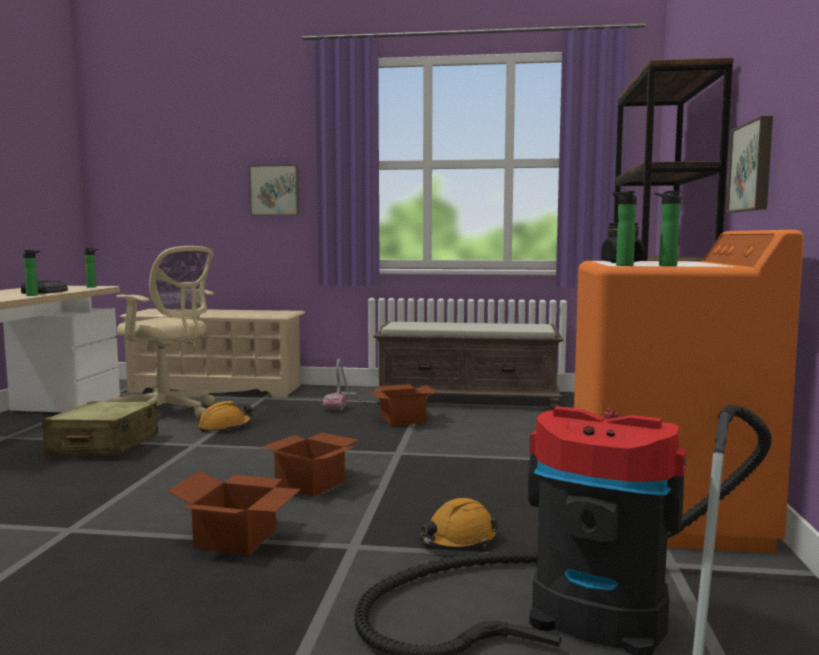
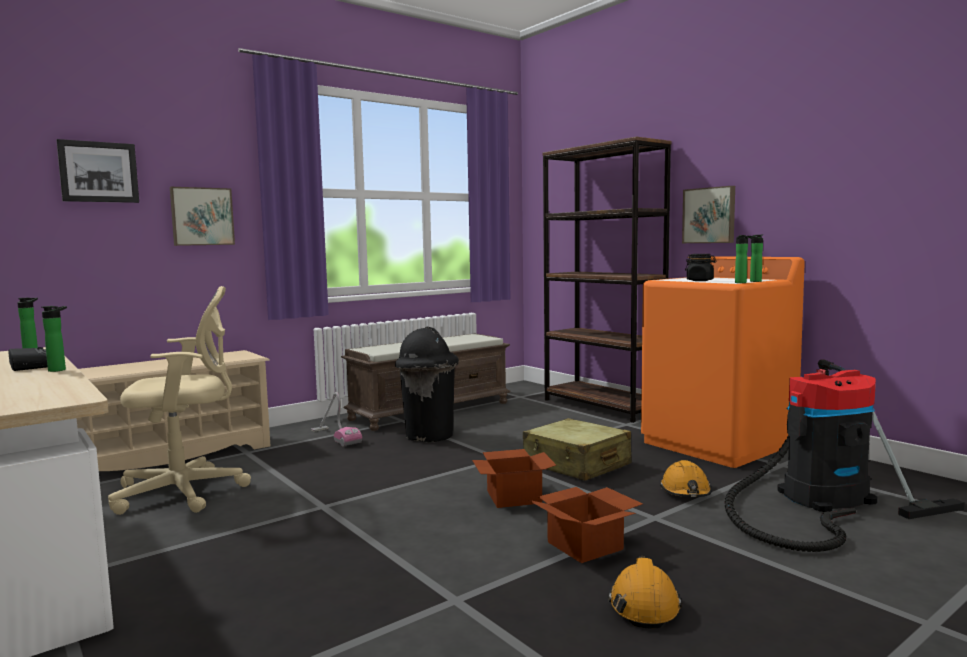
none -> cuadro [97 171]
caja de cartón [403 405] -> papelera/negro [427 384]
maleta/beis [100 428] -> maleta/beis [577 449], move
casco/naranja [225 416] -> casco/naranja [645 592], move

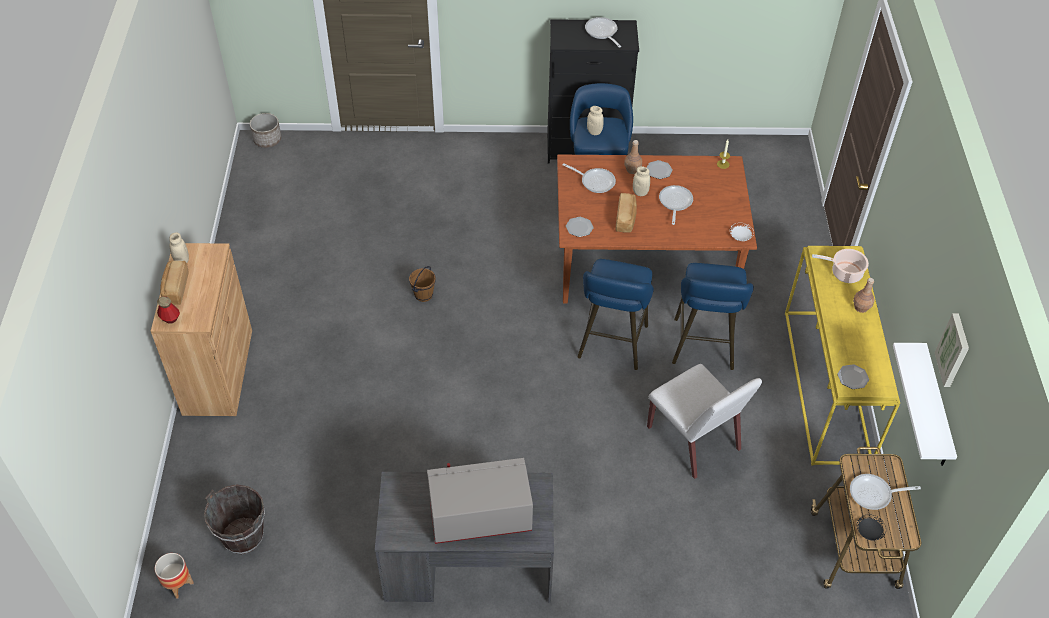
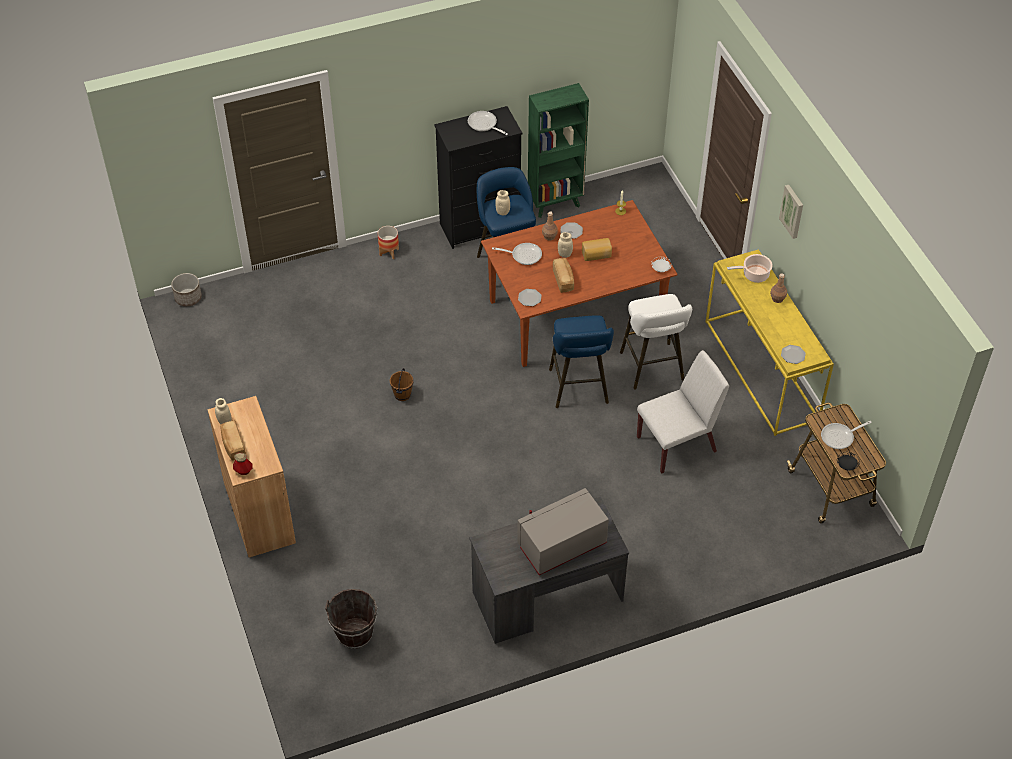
maceta [174 576] -> maceta [388 242], move
none -> estantería/verde [558 150]
sartén [676 205] -> pan [597 249]
taburete/azul [713 316] -> taburete/blanco [656 342]
silla/blanco [704 421] -> silla/blanco [683 412], 60 degrees counterclockwise
cuadro [952 350] -> cuadro [791 212], move
estante/blanco [925 404] -> none

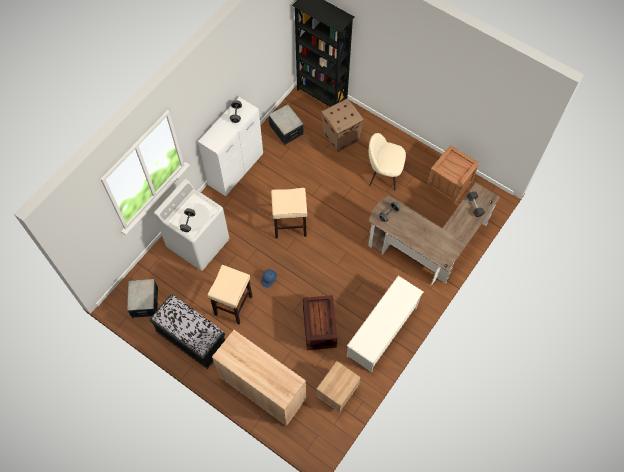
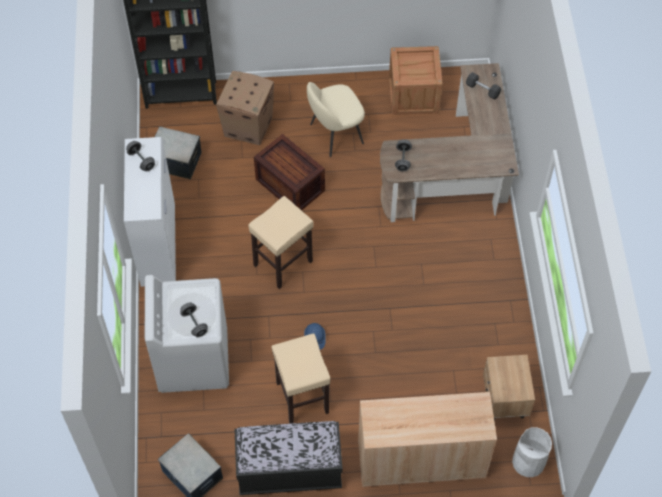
caja de embalaje [320 322] -> caja de embalaje [289 172], move
none -> papelera/blanco [532 452]
zapatero/blanco [385 324] -> none

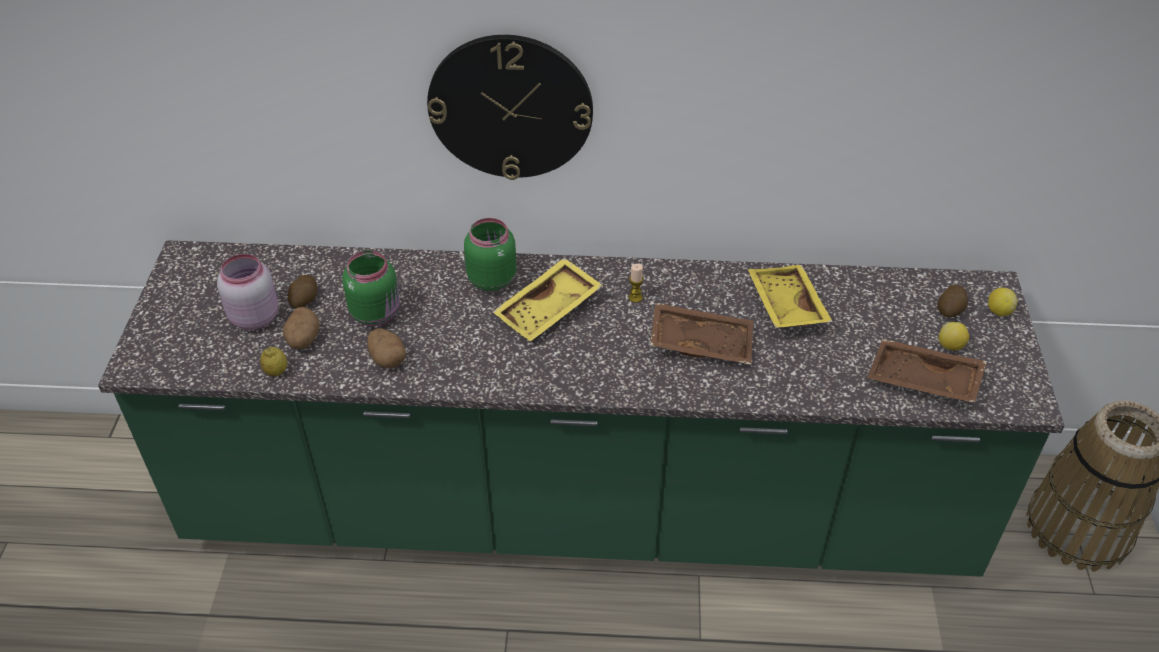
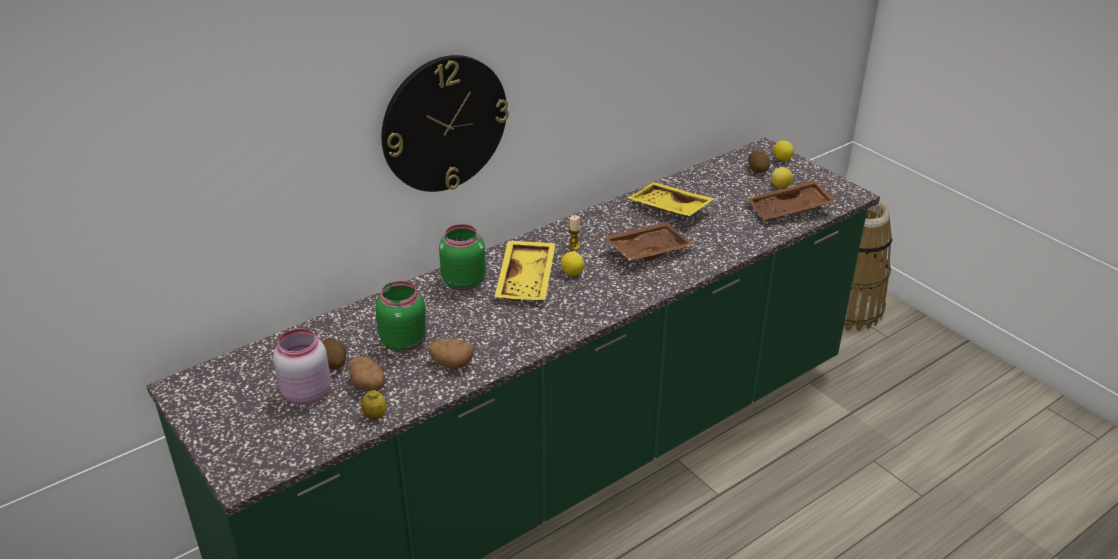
none -> limón [572 264]

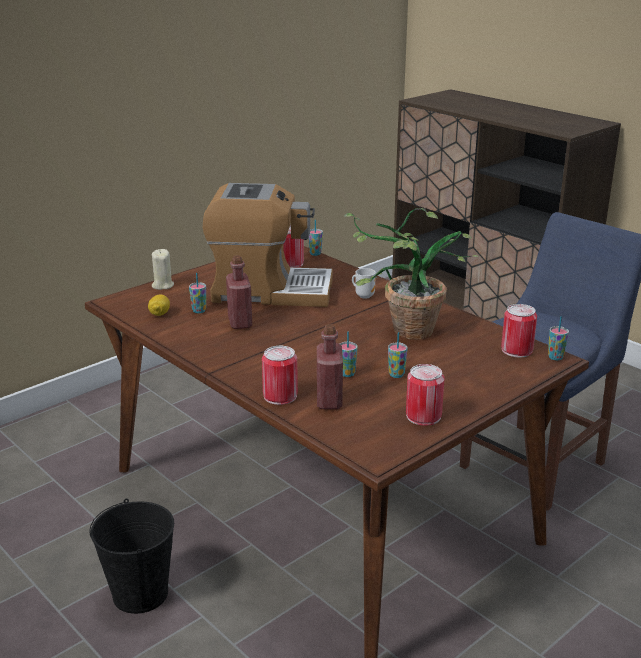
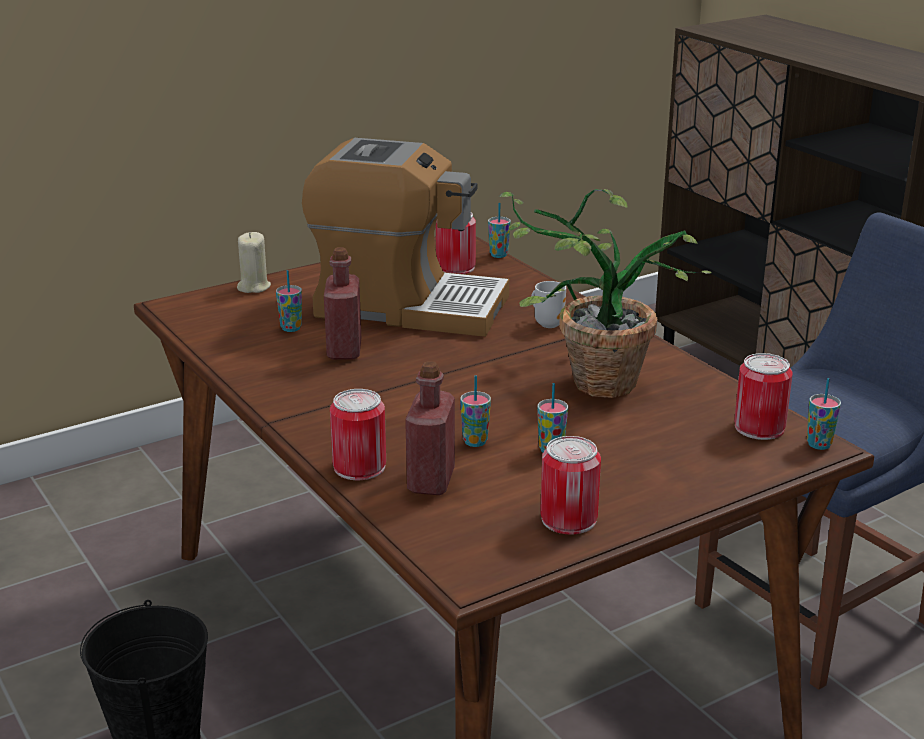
limón [159 305] -> none

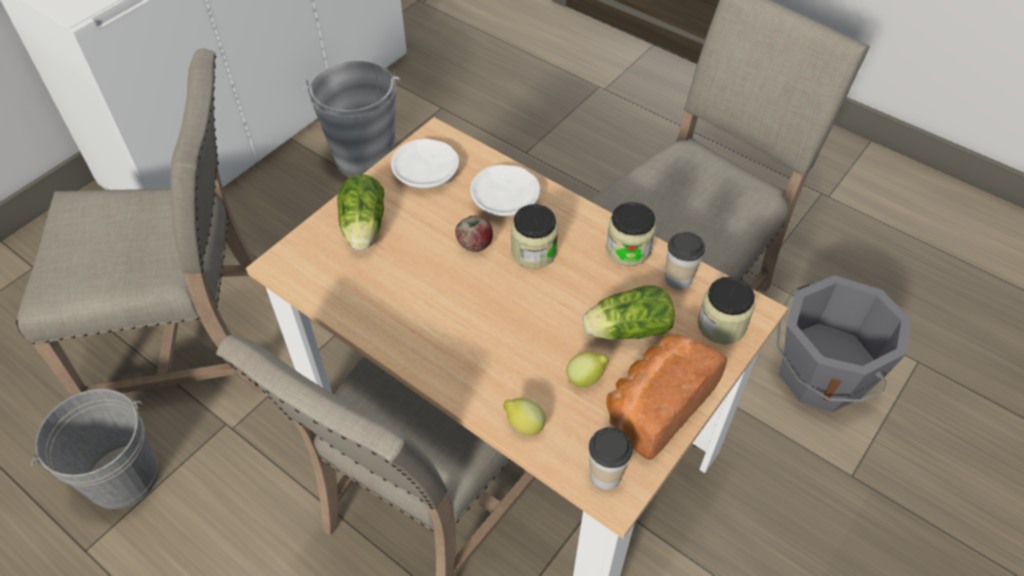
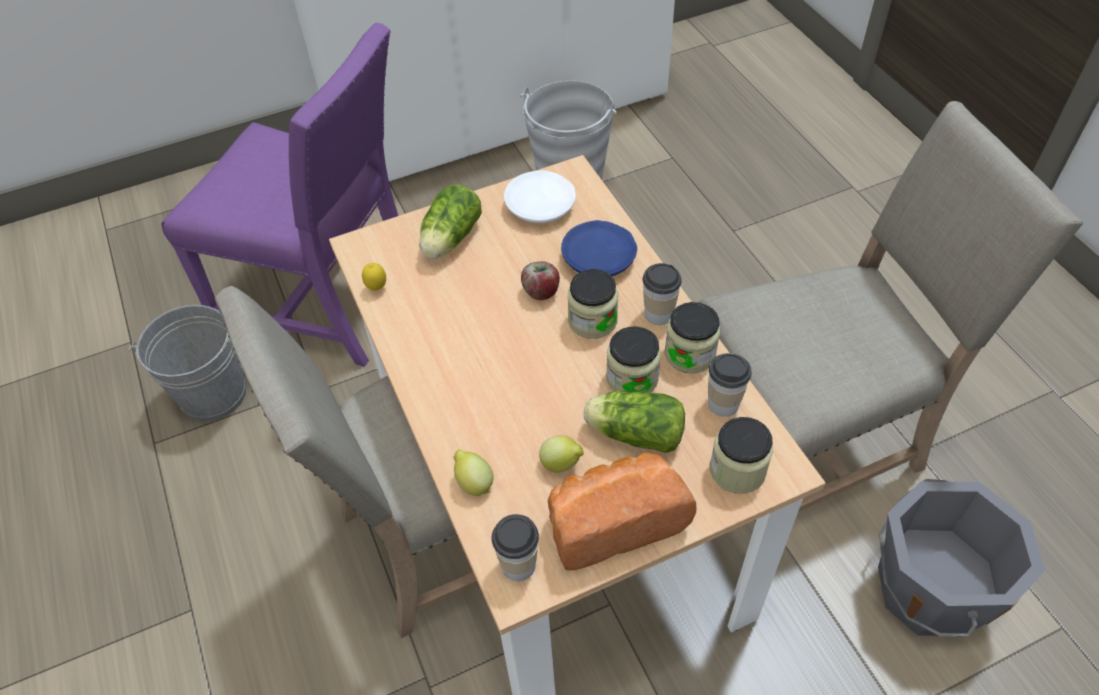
silla/beis [141 222] -> silla/morado [279 195]
none -> limón [374 276]
plato/blanco [505 190] -> plato/azul [599 248]
none -> tarro [633 359]
none -> taza [662 294]

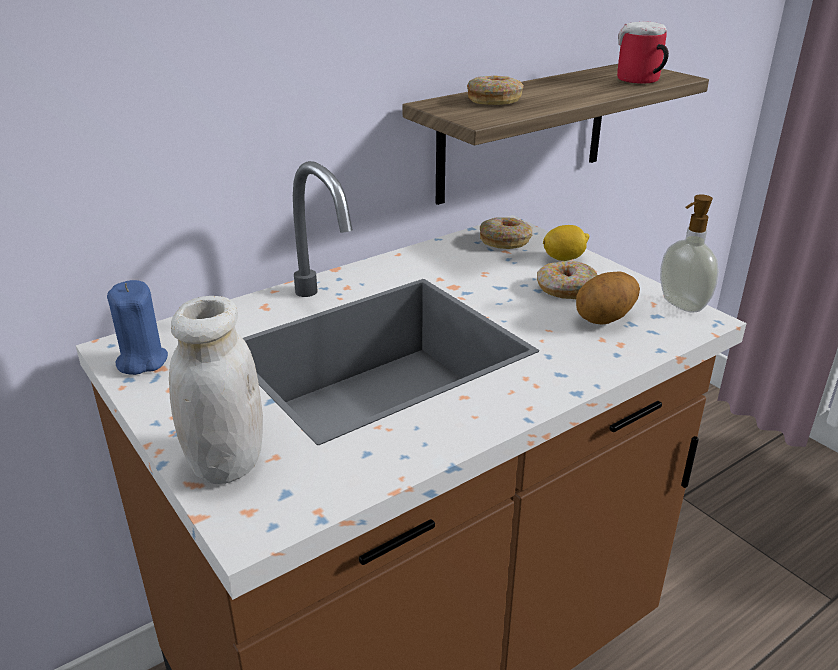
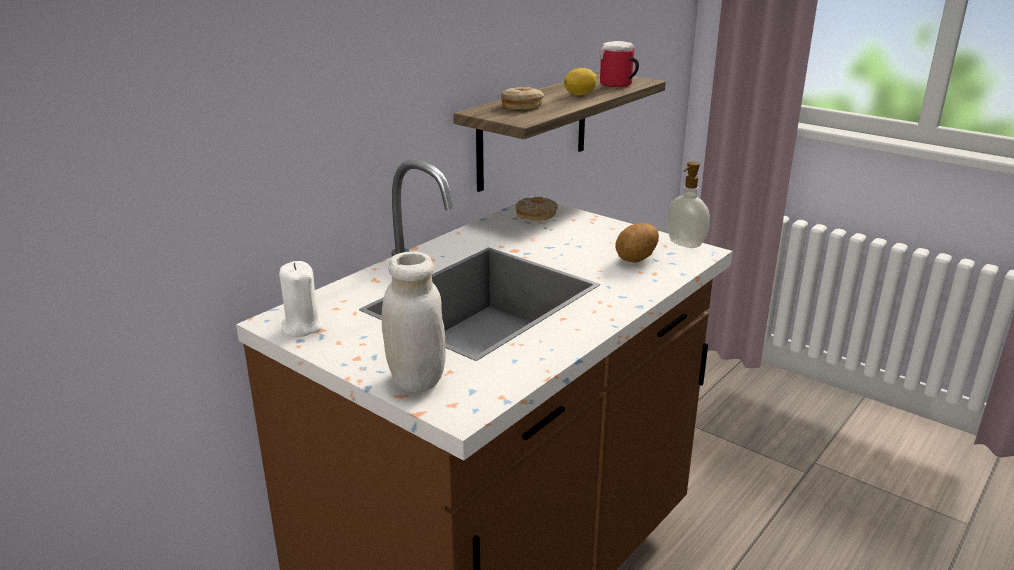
vela/azul [137 327] -> vela/blanco [300 299]
limón [566 243] -> limón [580 81], move
rosquilla [567 280] -> none

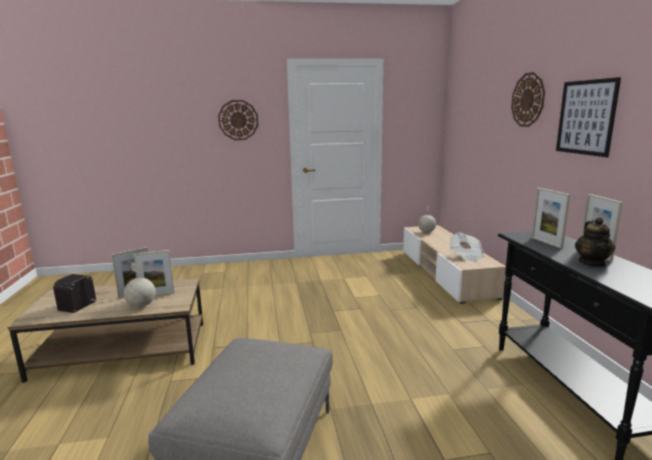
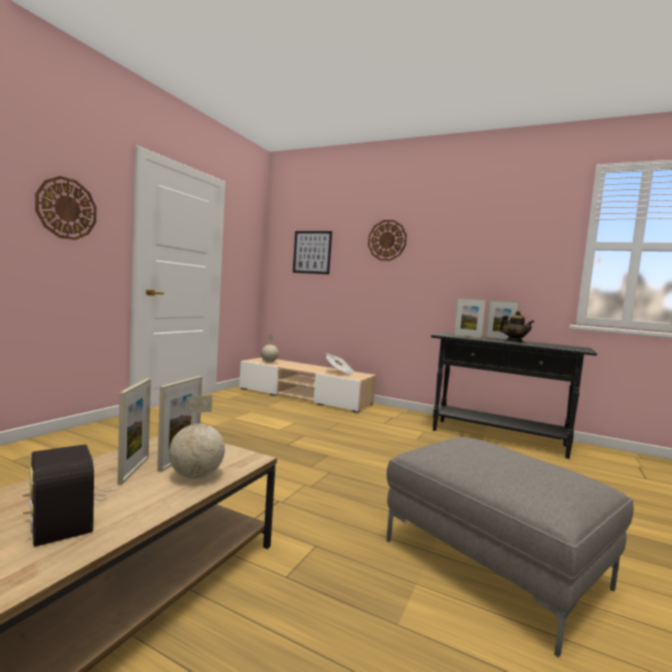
cuadro [588 117] -> cuadro [312 253], move

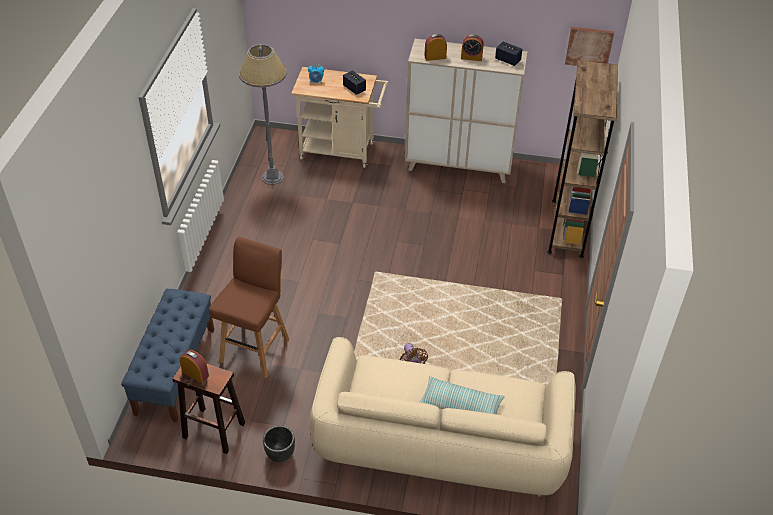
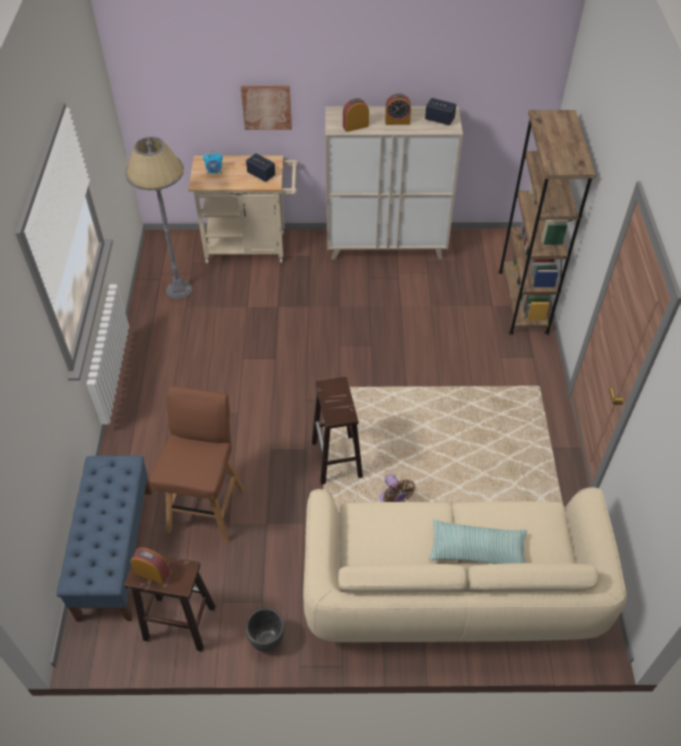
cuadro [589 46] -> cuadro [266 108], move
none -> taburete/marrón [337 431]

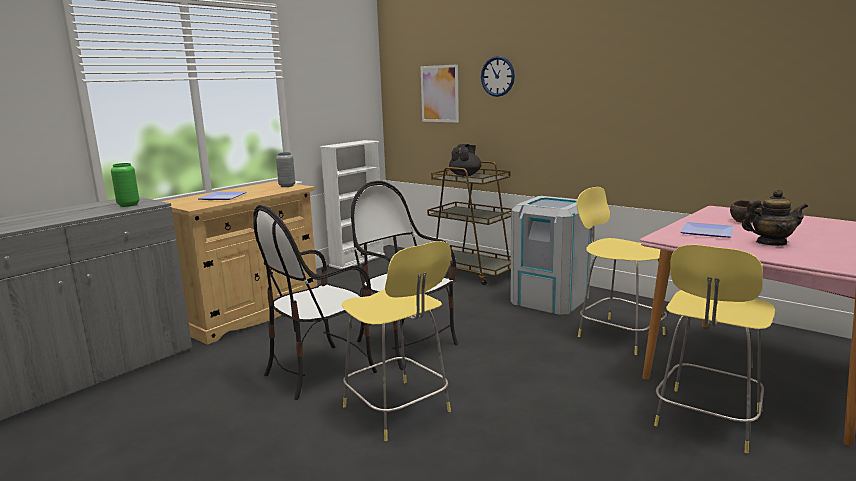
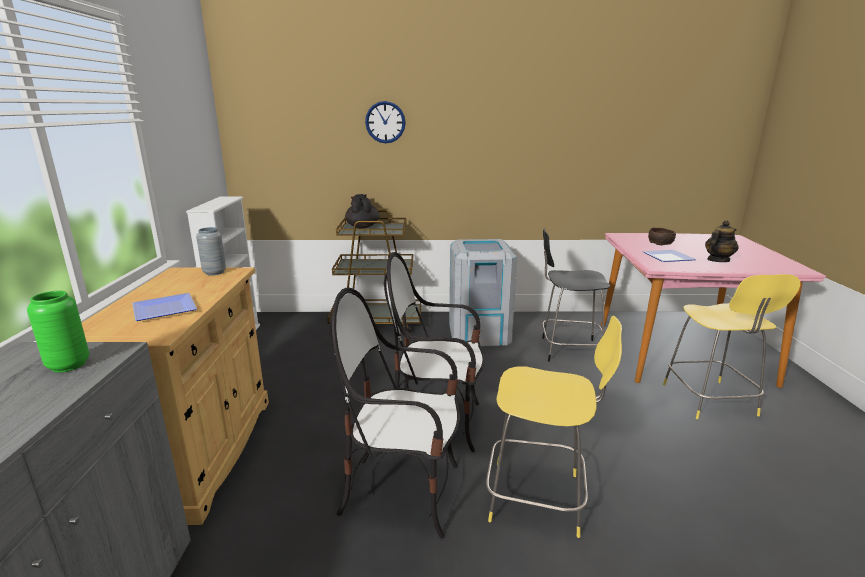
silla [315 302] -> silla [394 413], 90 degrees clockwise
taburete/amarillo [622 271] -> taburete/negro [576 295]
cuadro [439 93] -> none

